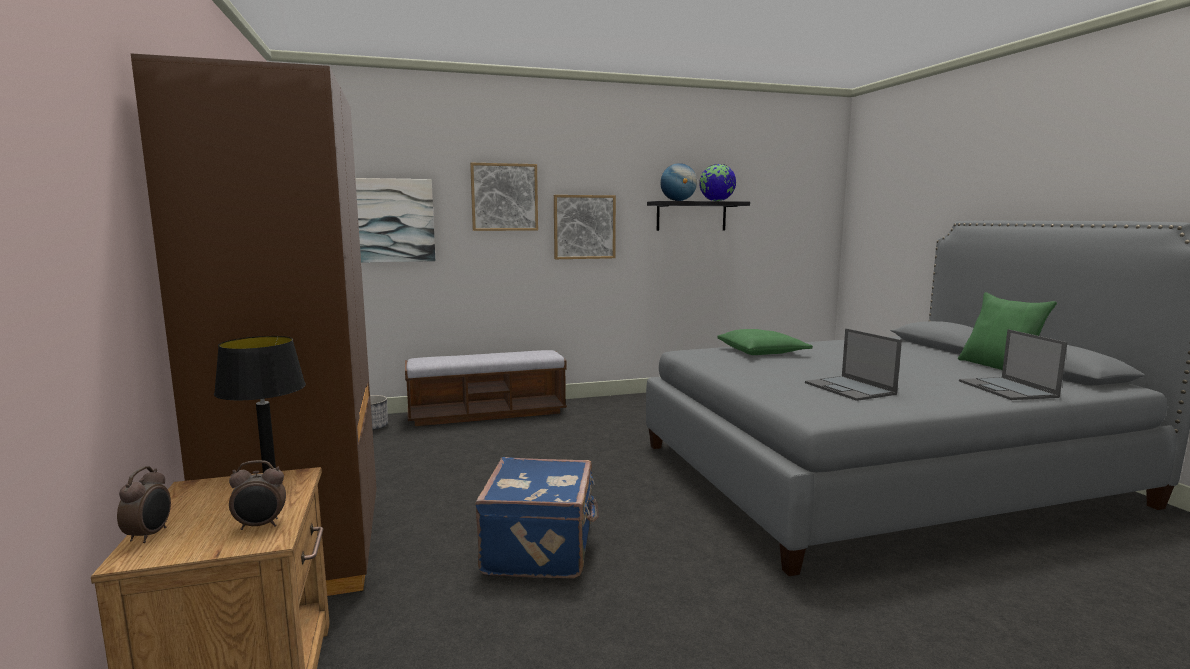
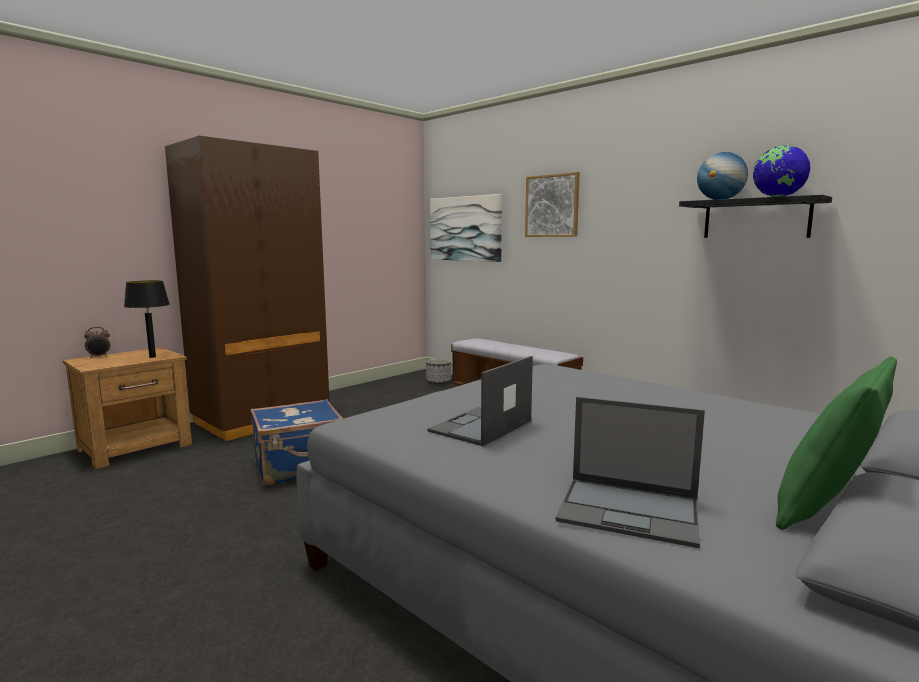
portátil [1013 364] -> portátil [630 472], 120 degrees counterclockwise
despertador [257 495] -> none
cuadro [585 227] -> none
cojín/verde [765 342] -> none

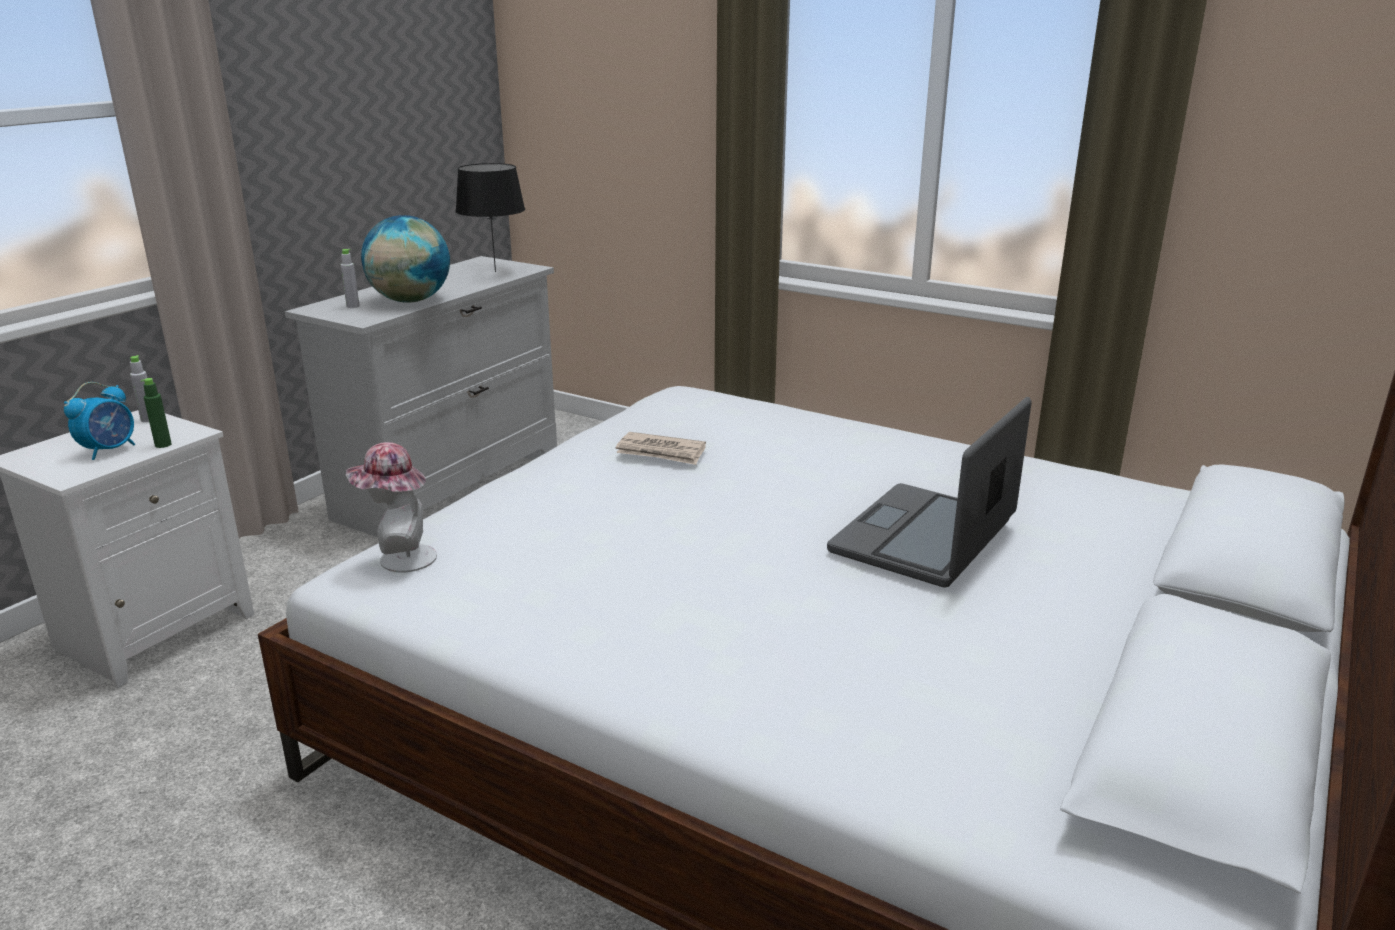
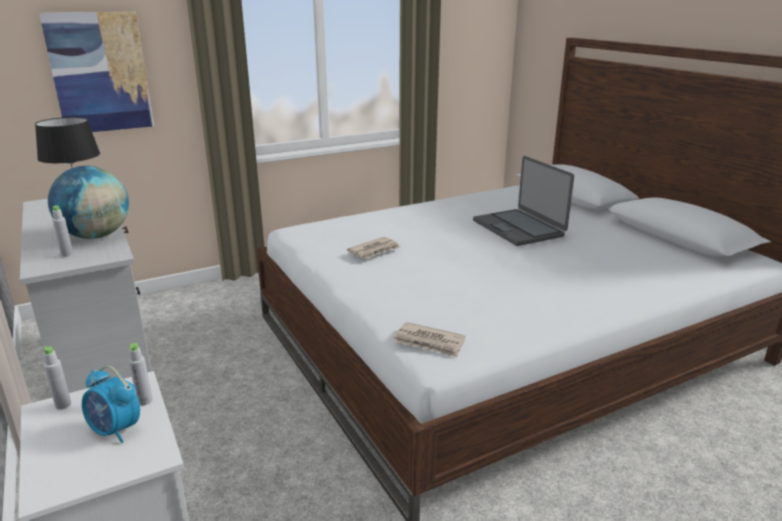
none -> cuadro [96 71]
despertador [99 421] -> despertador [111 404], 150 degrees clockwise
botella/verde [156 413] -> botella/gris [141 374]
sombrero [391 507] -> periódico [429 339]

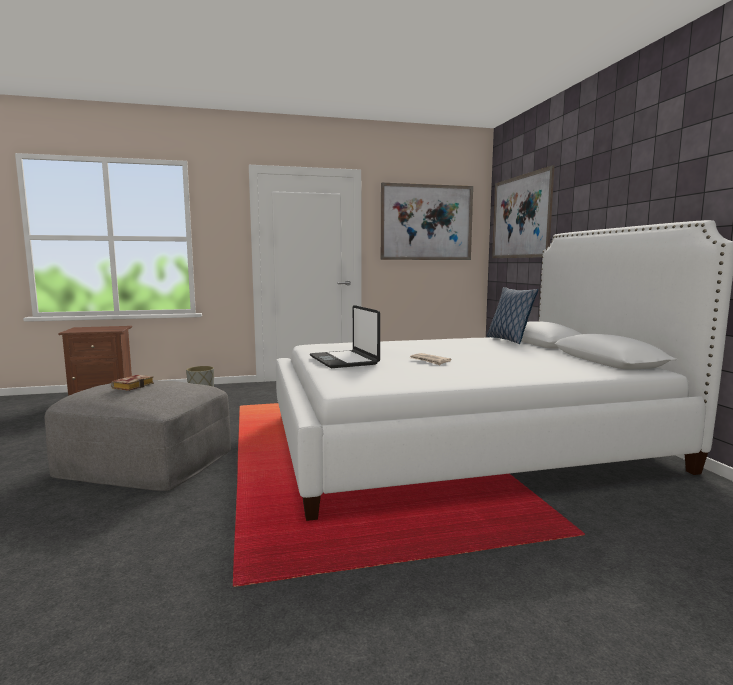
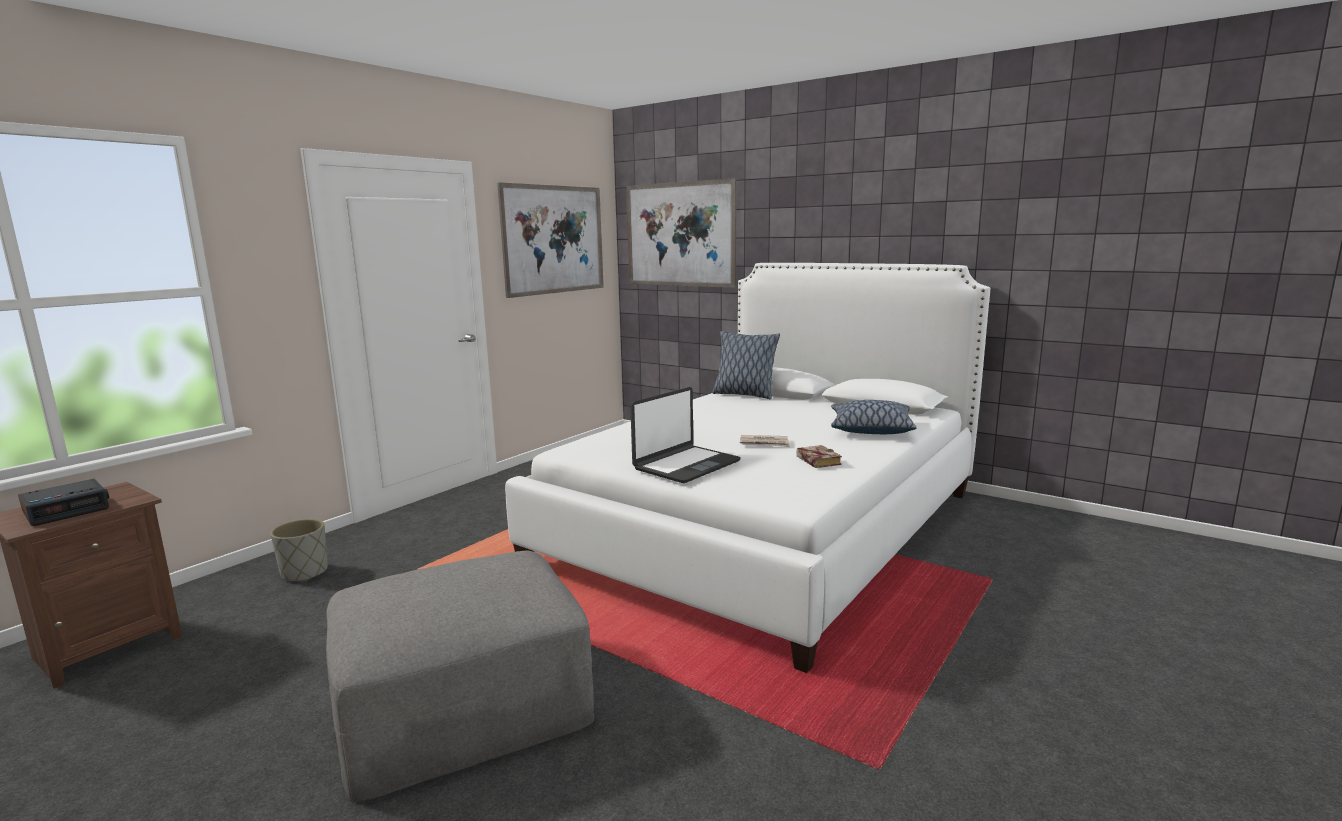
none -> despertador [63 502]
portátil [345 336] -> portátil [685 435], 75 degrees counterclockwise
libro [132 383] -> libro [819 456], move
none -> cojín [874 417]

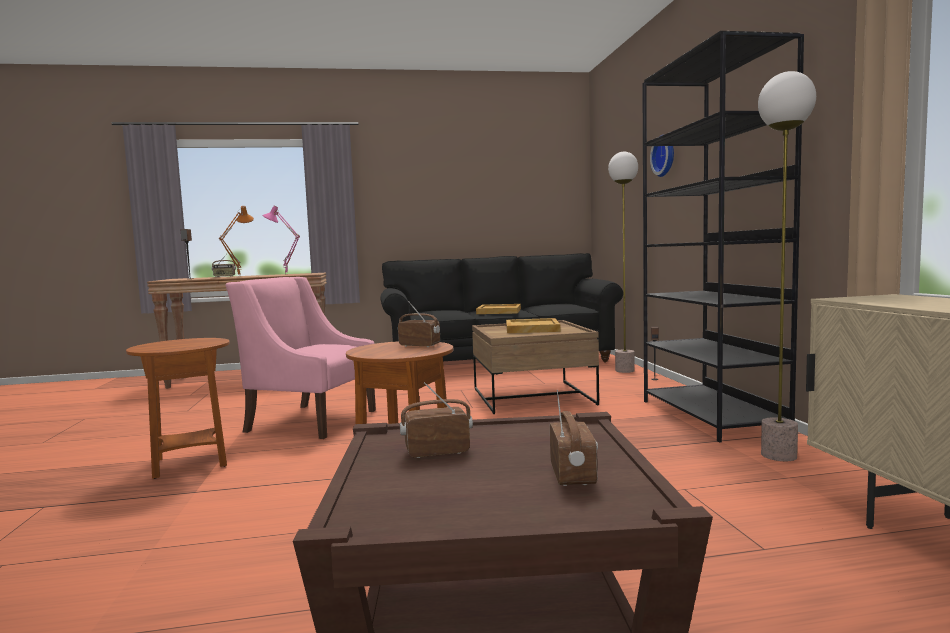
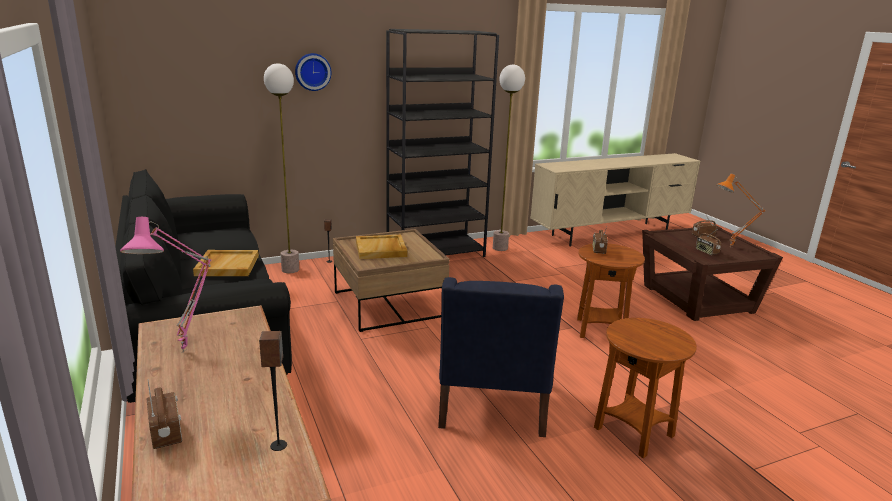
sillón/rosa [301 358] -> sillón/azul [501 357]
lámpara de mesa/naranja [236 240] -> lámpara de mesa/naranja [741 210], move

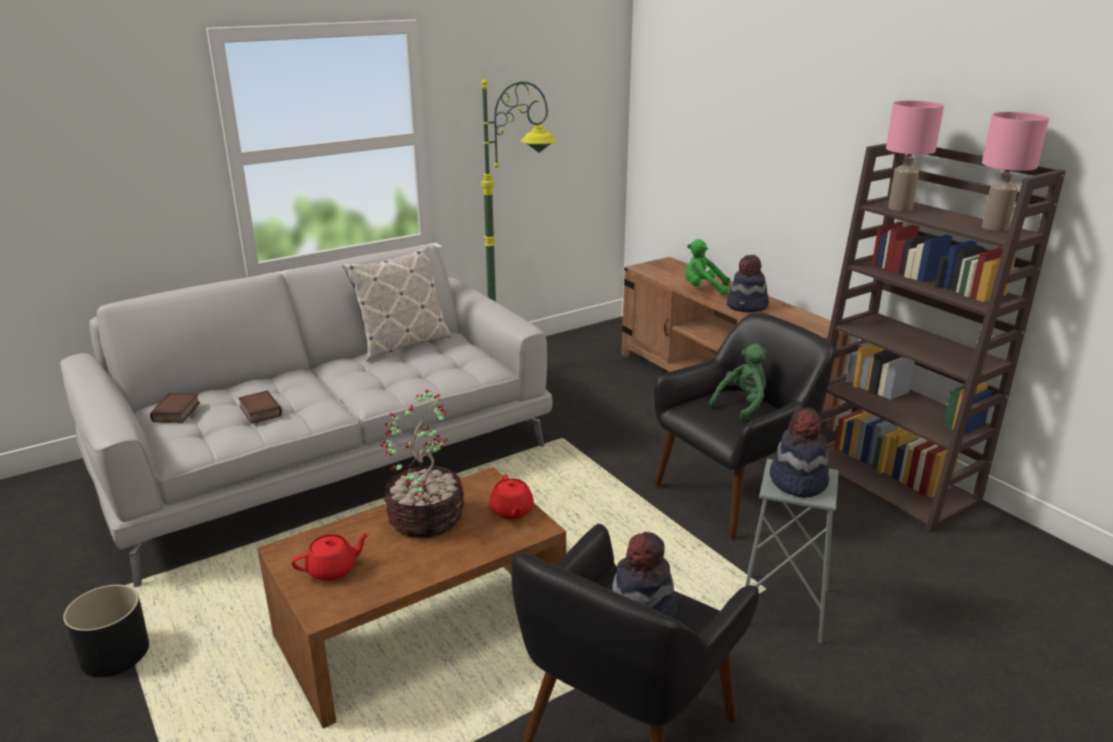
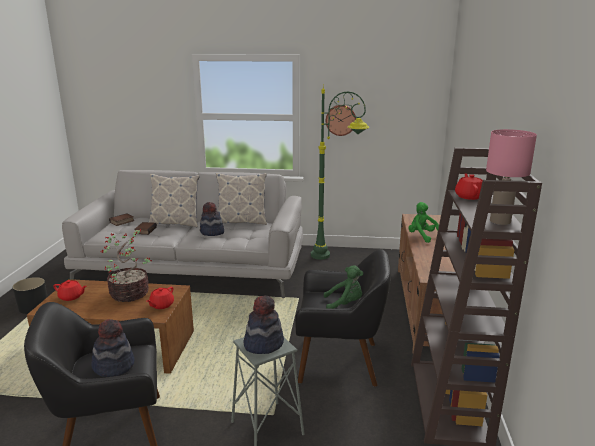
none -> cojín [174 200]
sombrero [748 283] -> sombrero [212 219], move
none -> reloj de pared [341 120]
lámpara de mesa/rosa [915 156] -> tetera/rojo [469 186]

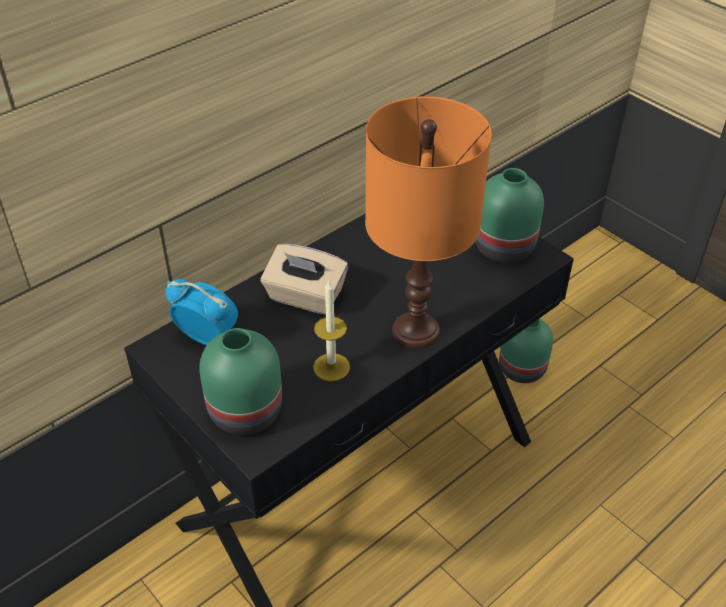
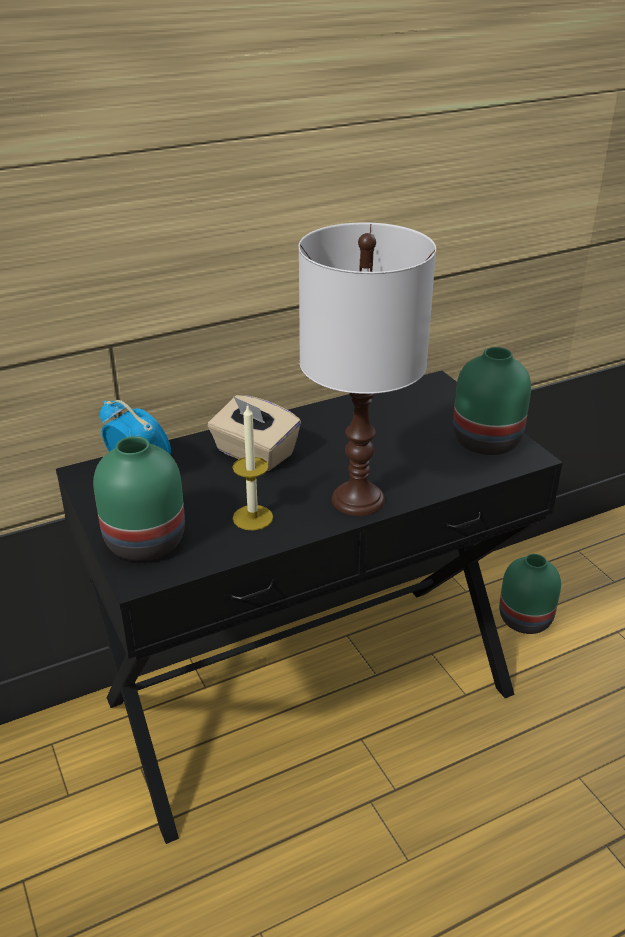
lámpara de mesa/naranja [428 222] -> lámpara de mesa/blanco [367 369]

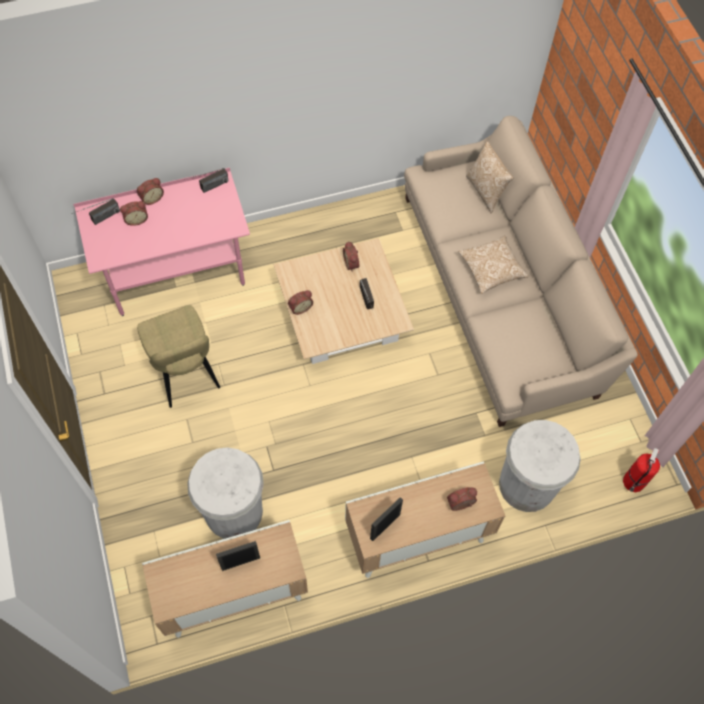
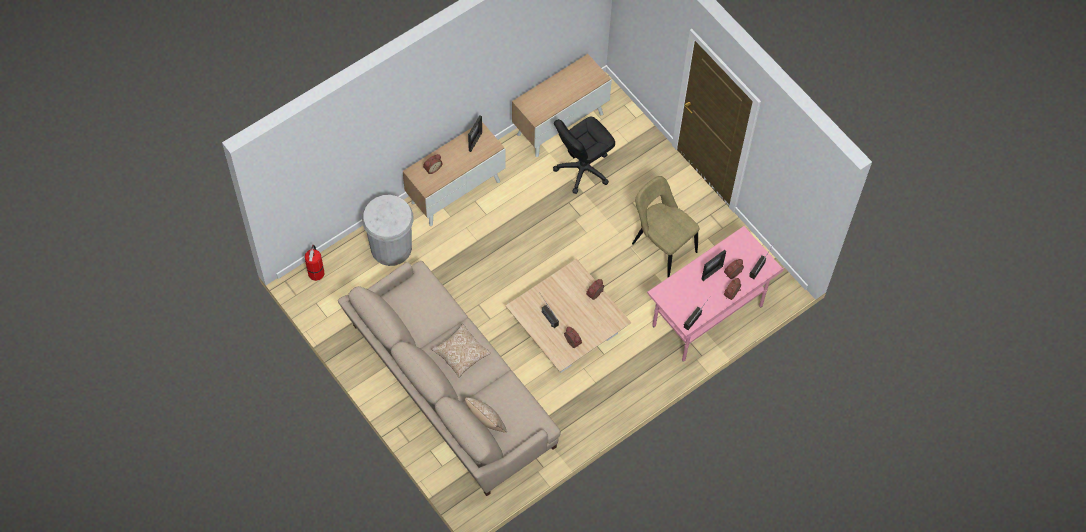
papelera/blanco [225 493] -> silla de oficina/negro [584 155]
portarretratos [238 556] -> portarretratos [713 265], move

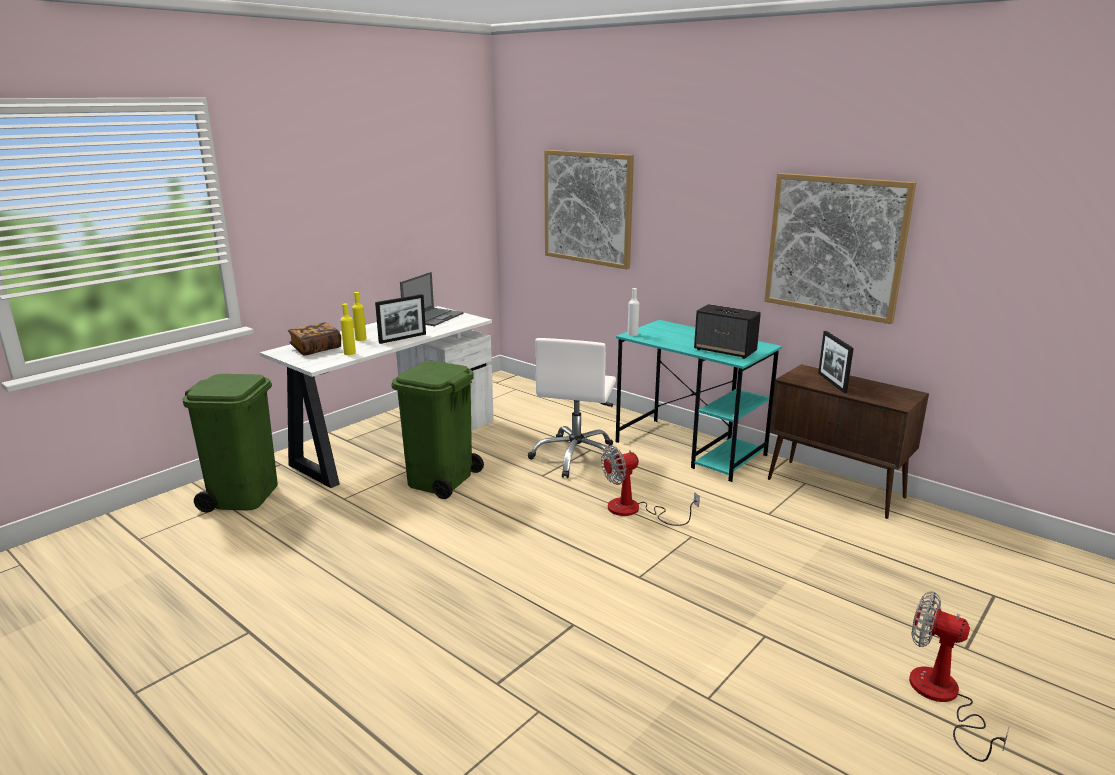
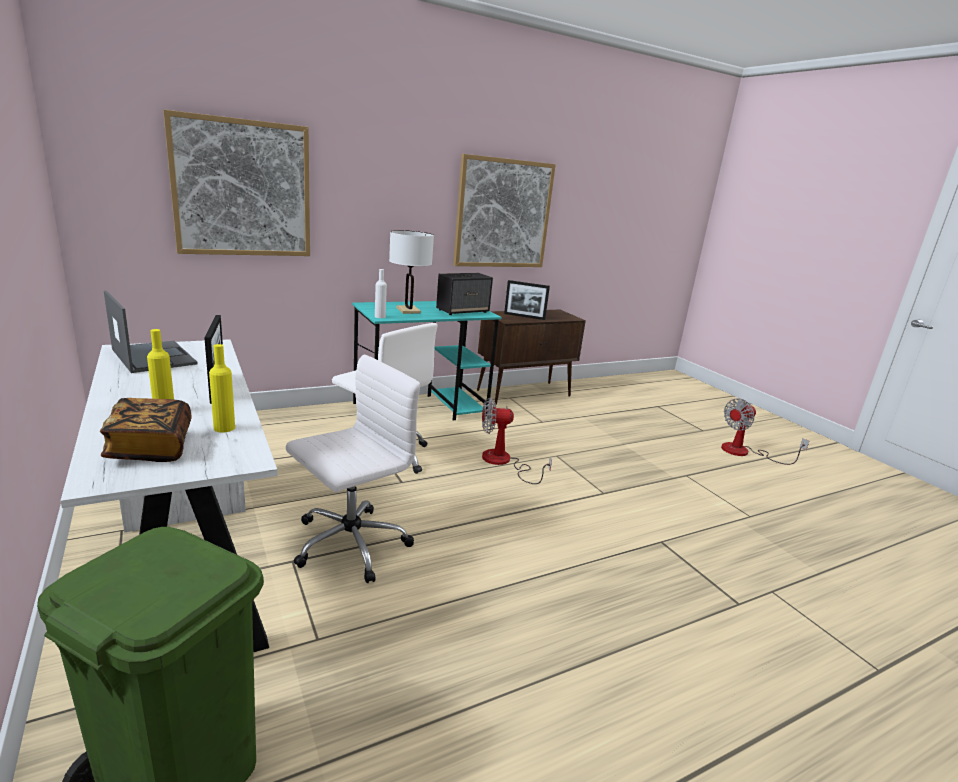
papelera/verde [437 430] -> silla de oficina/blanco [353 469]
none -> lámpara de mesa/blanco [411 272]
ventilador [650 485] -> ventilador [517 441], 90 degrees clockwise

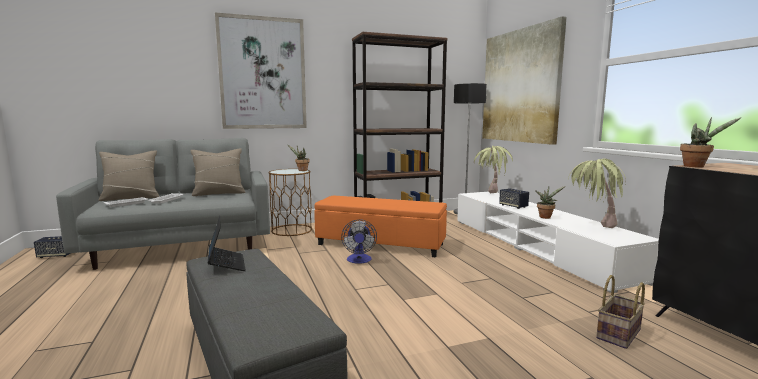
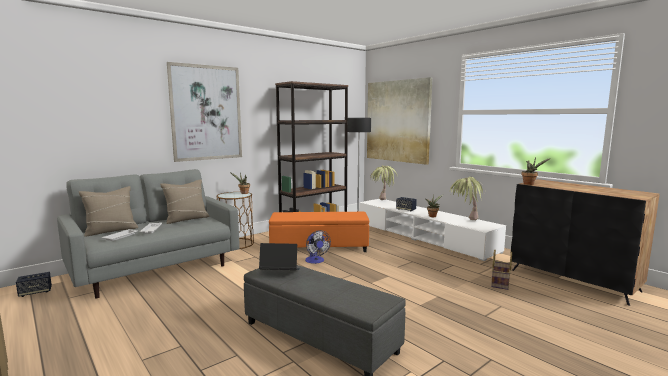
portátil [227 243] -> portátil [279 256], 45 degrees counterclockwise

